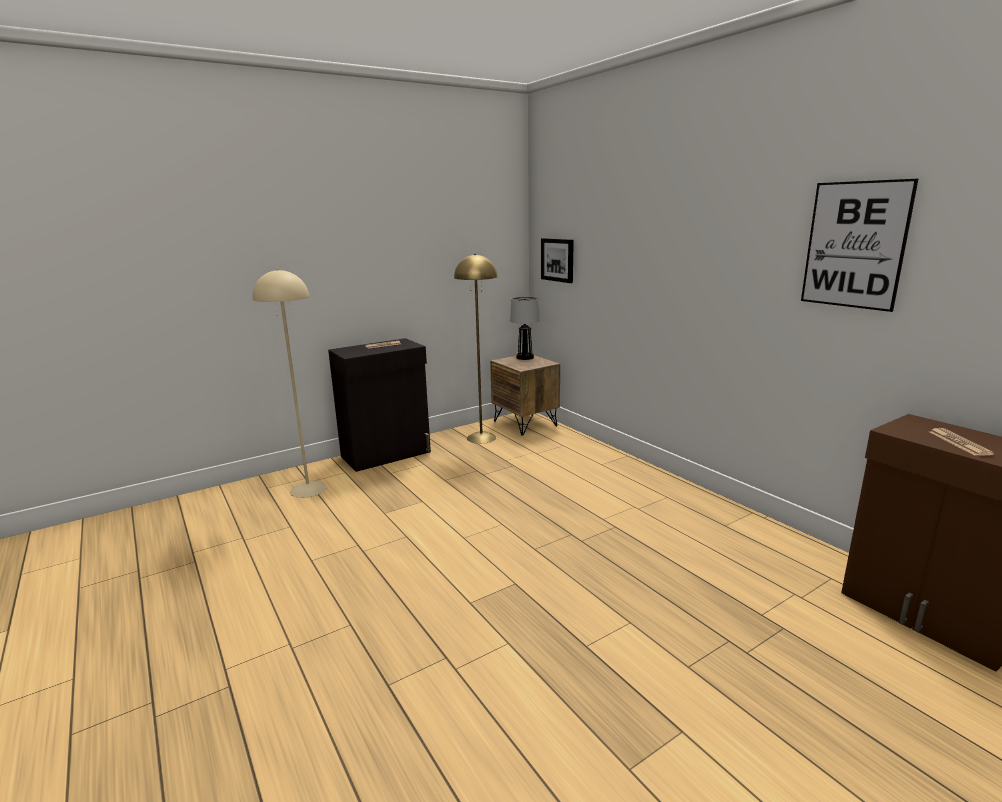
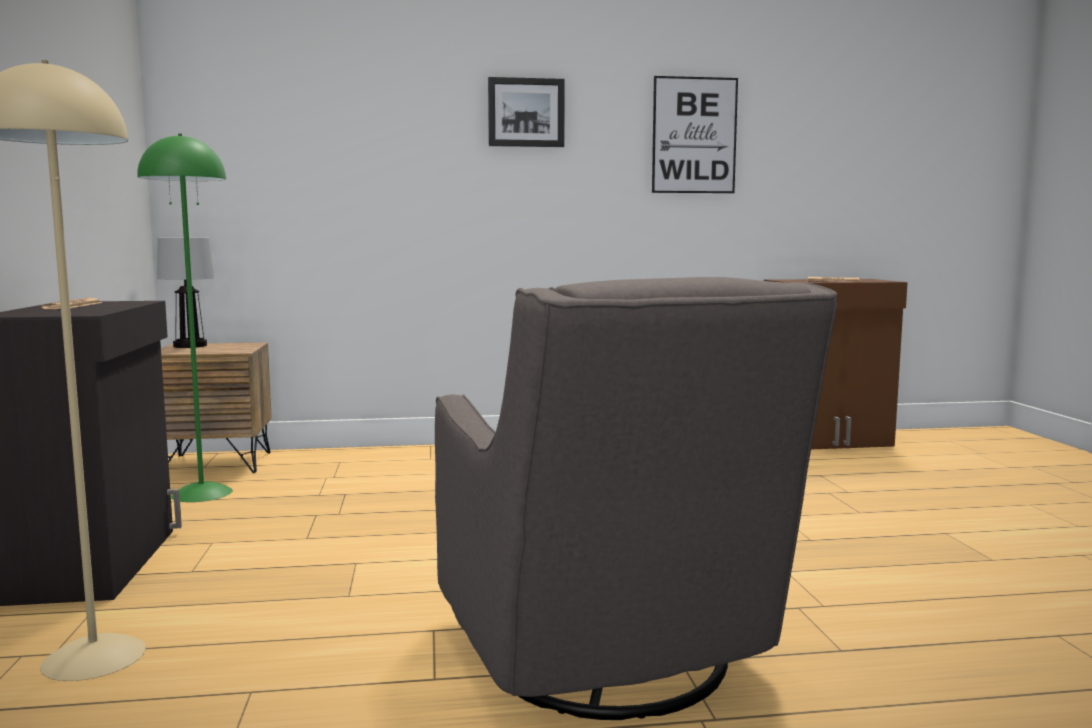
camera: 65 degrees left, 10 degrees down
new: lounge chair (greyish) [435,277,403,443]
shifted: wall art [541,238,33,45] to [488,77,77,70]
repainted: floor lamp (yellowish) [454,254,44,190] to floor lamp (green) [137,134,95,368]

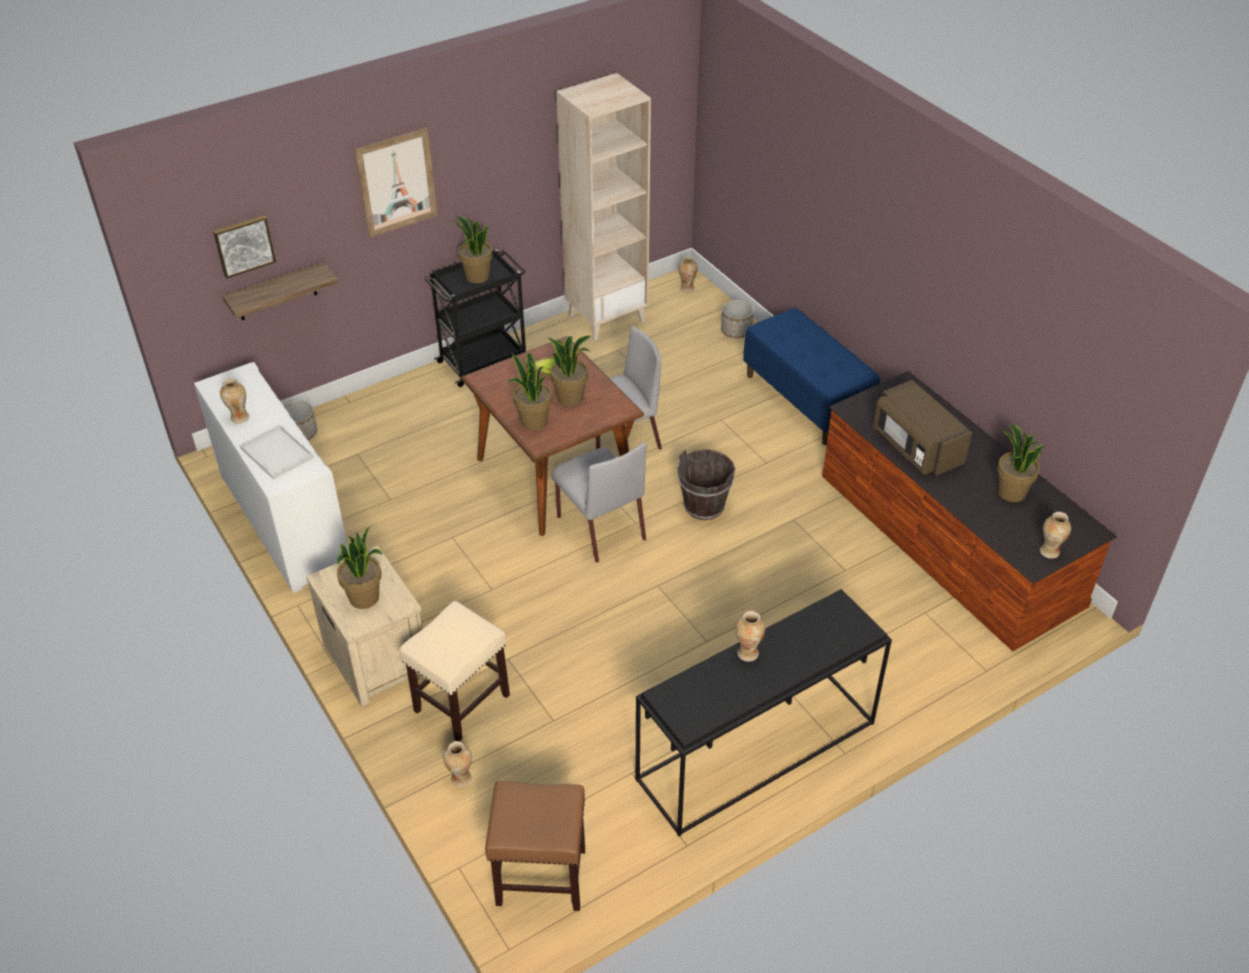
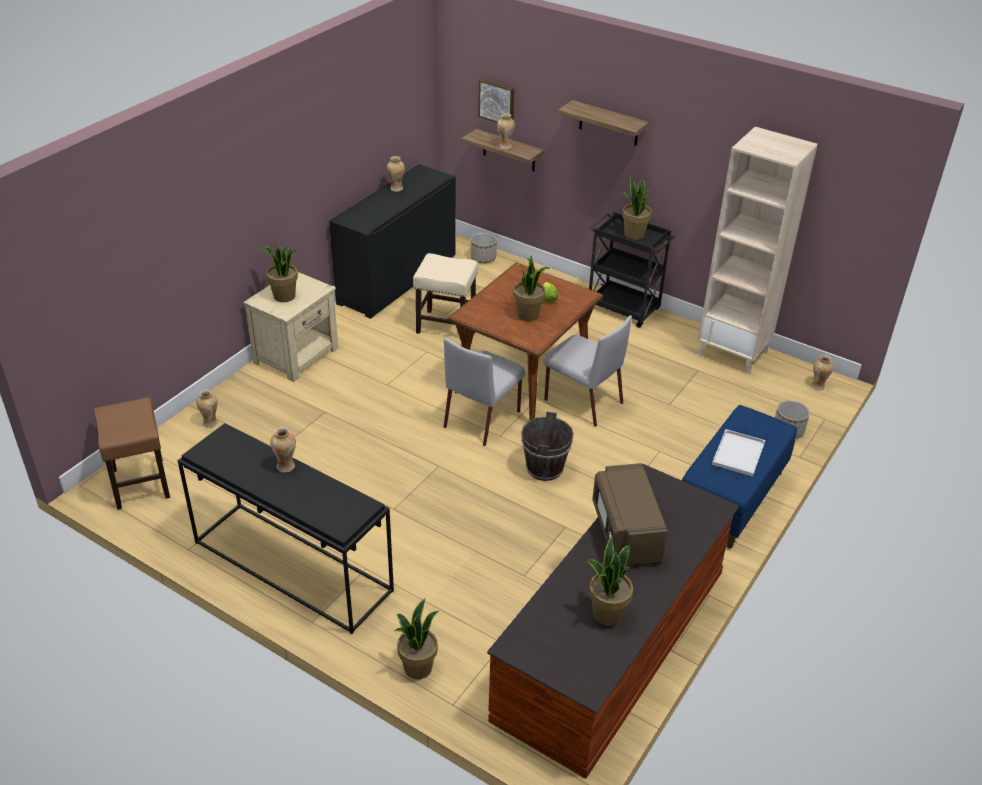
camera: 65 degrees right, 5 degrees down
shifted: houseplant [508,353,44,77] to [394,598,45,81]; tray (white) [240,425,74,55] to [712,429,53,48]; decorative vase [1040,512,31,47] to [497,113,18,36]; sitting stool (sand-coloured) [400,601,110,140] to [413,253,65,81]
swapped: wall art [355,128,83,110] to wall shelf [558,100,91,46]
repainted: cupboard (white) [194,362,155,231] to cupboard (black-coloured) [329,164,127,155]
rotated: microwave oven (brown) [873,380,99,97] = [592,463,76,103] 45 degrees counterclockwise

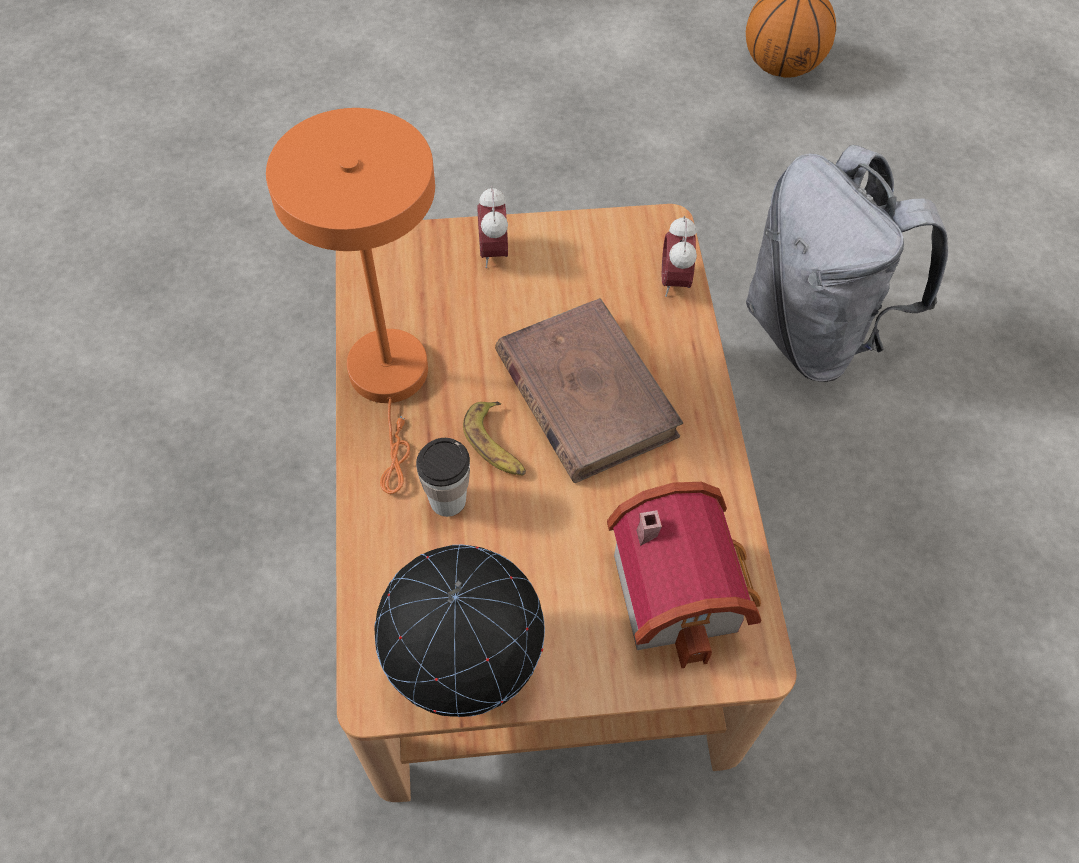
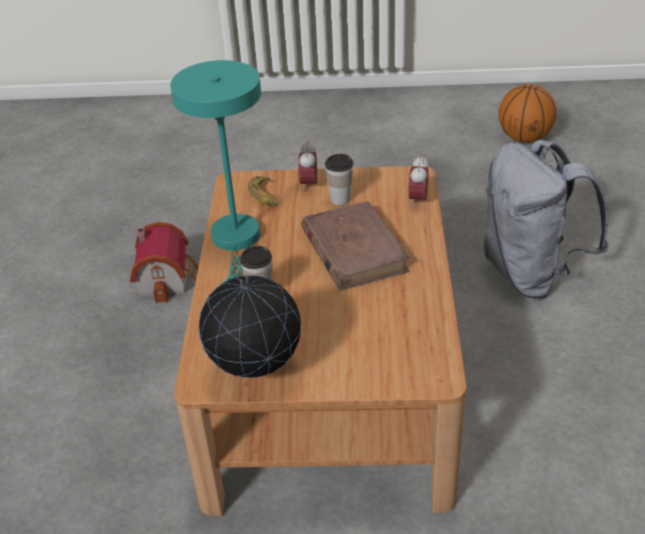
camera: 10 degrees right, 20 degrees down
new: small cup [325,154,28,51]
shifted: whole banana [463,401,63,74] to [248,176,30,30]; model house [607,482,155,186] to [130,222,69,82]
repainted: tabletop lamp (orangey) [266,108,169,386] to tabletop lamp (blue-green) [170,60,91,224]

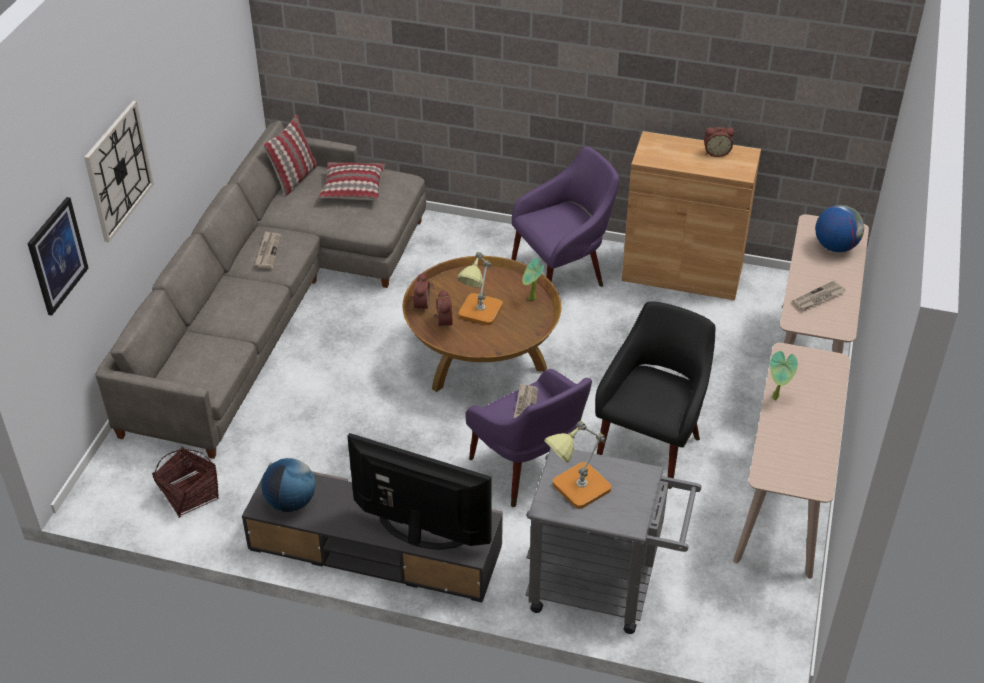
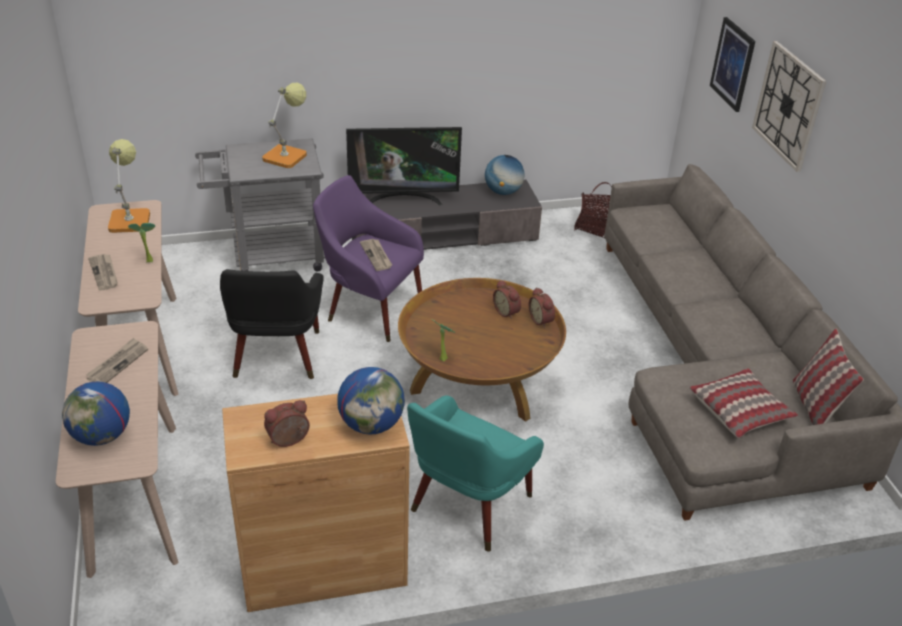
camera: 150 degrees right, 5 degrees down
new: world globe [337,367,68,68]
shifted: printed paper [255,231,26,38] to [88,254,30,37]; tabletop lamp [458,252,45,73] to [108,139,42,94]
repainted: lounge chair (purple-coloured) [511,146,108,141] to lounge chair (blue-green) [407,395,137,157]

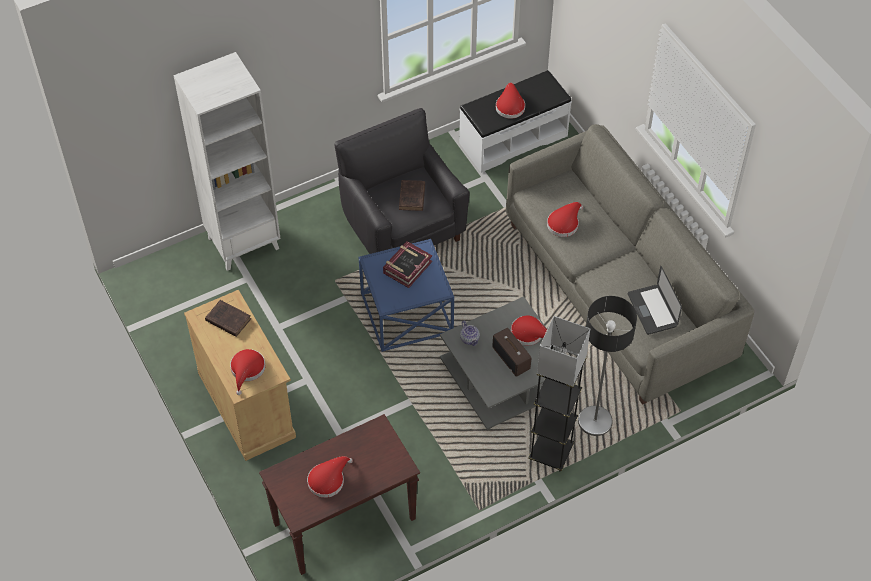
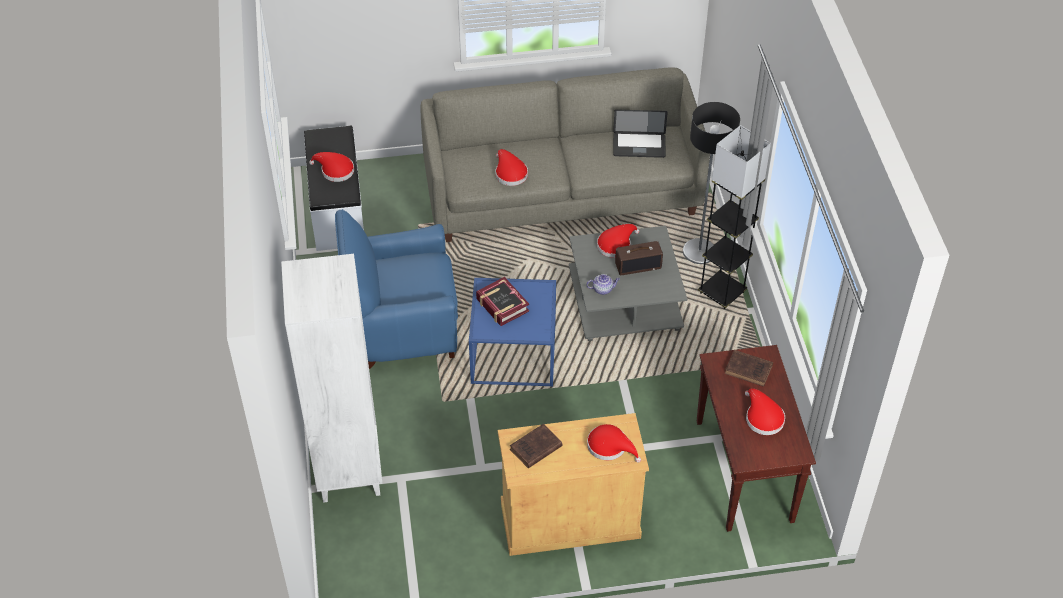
camera: 70 degrees left, 5 degrees down
shifted: book (brown) [399,180,26,31] to [725,350,48,37]
repainted: lounge chair (black-coloured) [335,108,135,146] to lounge chair (blue) [335,209,123,160]

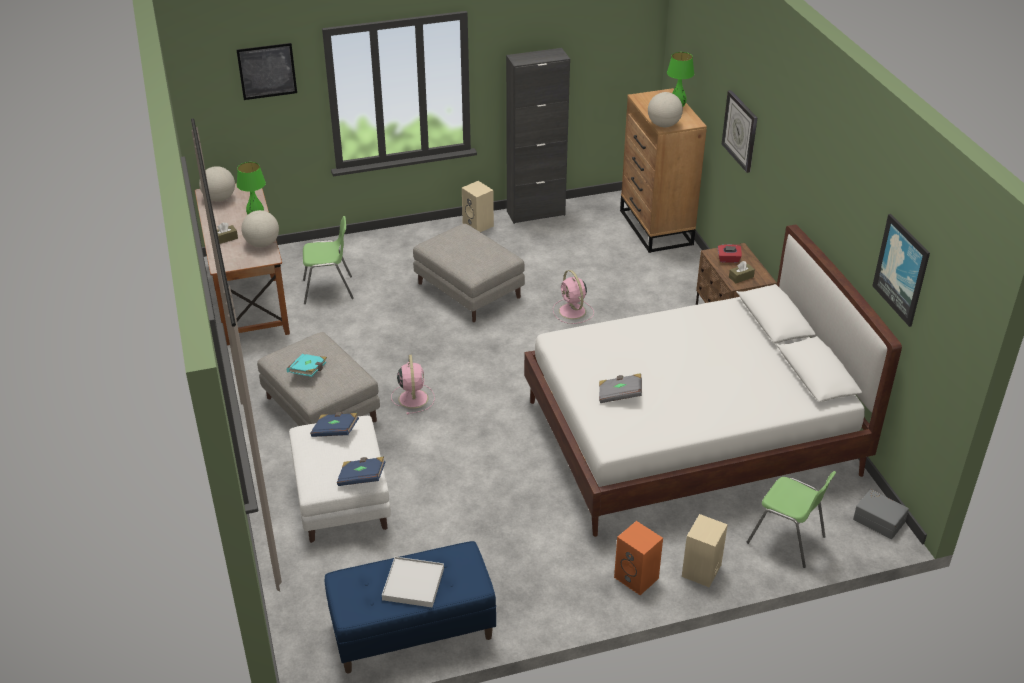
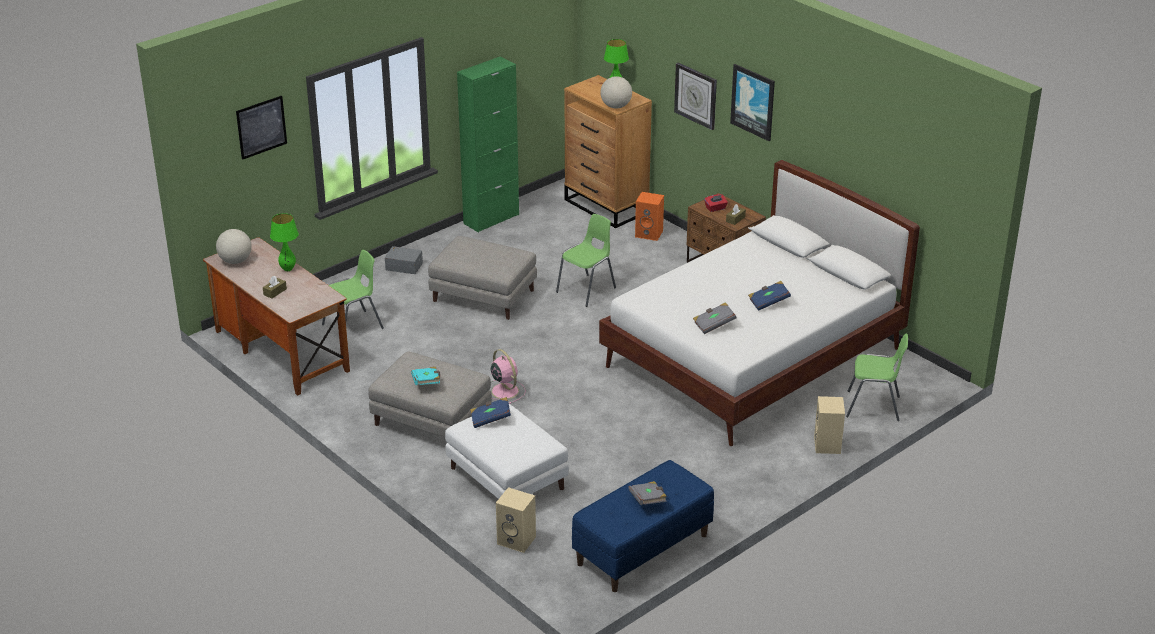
camera: 25 degrees left, 5 degrees down
gone: world globe [241,210,38,37]
shifted: loudspeaker (sand-coloured) [462,181,32,51] to [496,487,40,66]; wall art [872,214,58,113] to [730,64,45,77]; book (blue) [337,457,48,29] to [748,281,43,30]; storage bin (greyish) [853,489,56,50] to [385,246,38,28]; loudspeaker (orangey) [614,521,49,74] to [635,192,29,49]
swapped: electric fan (pink) [553,270,41,54] to plain chair (green) [556,214,60,93]; tray (white) [382,557,62,50] to book (greyish) [628,481,39,24]
repainted: cupboard (black-coloured) [506,48,64,176] to cupboard (green) [457,57,62,176]

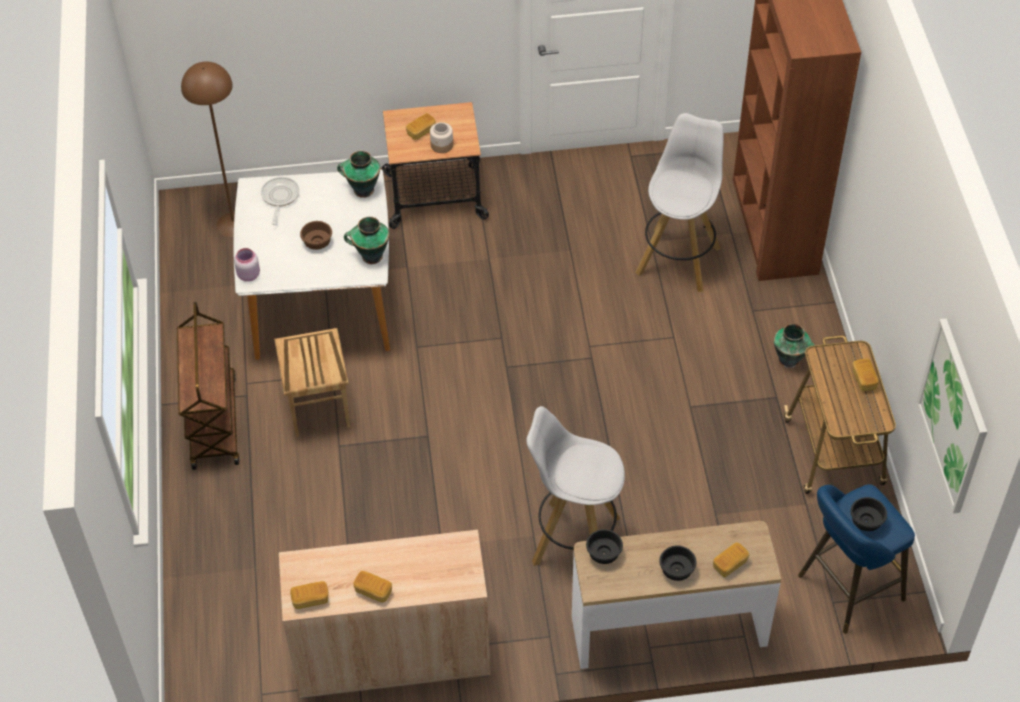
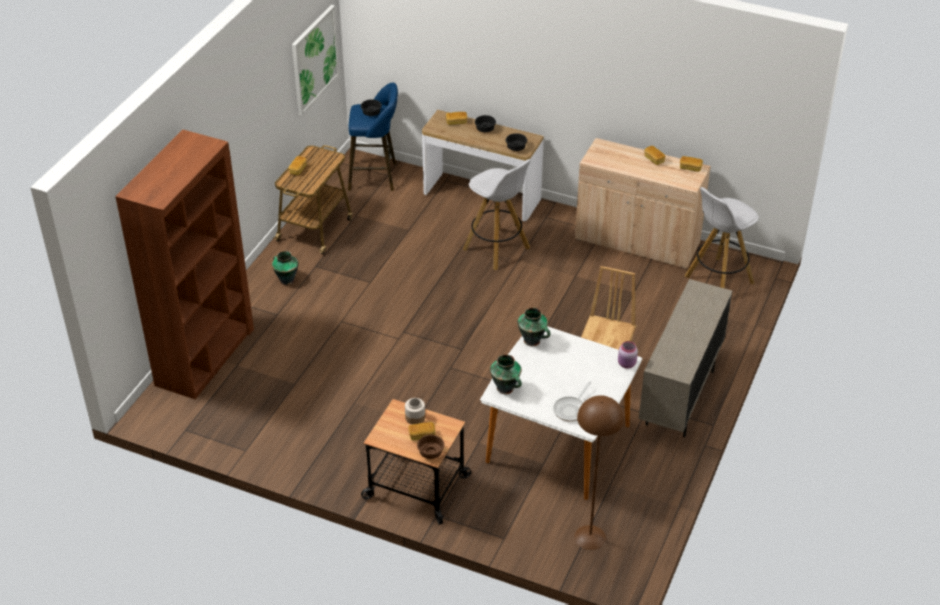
camera: 150 degrees left, 10 degrees down
shifted: sitting stool (white) [635,113,89,179] to [685,187,74,101]; bowl (brown) [300,221,32,29] to [417,435,27,24]
swapped: cart (brown) [177,302,63,168] to cupboard (sand-coloured) [639,279,93,158]

